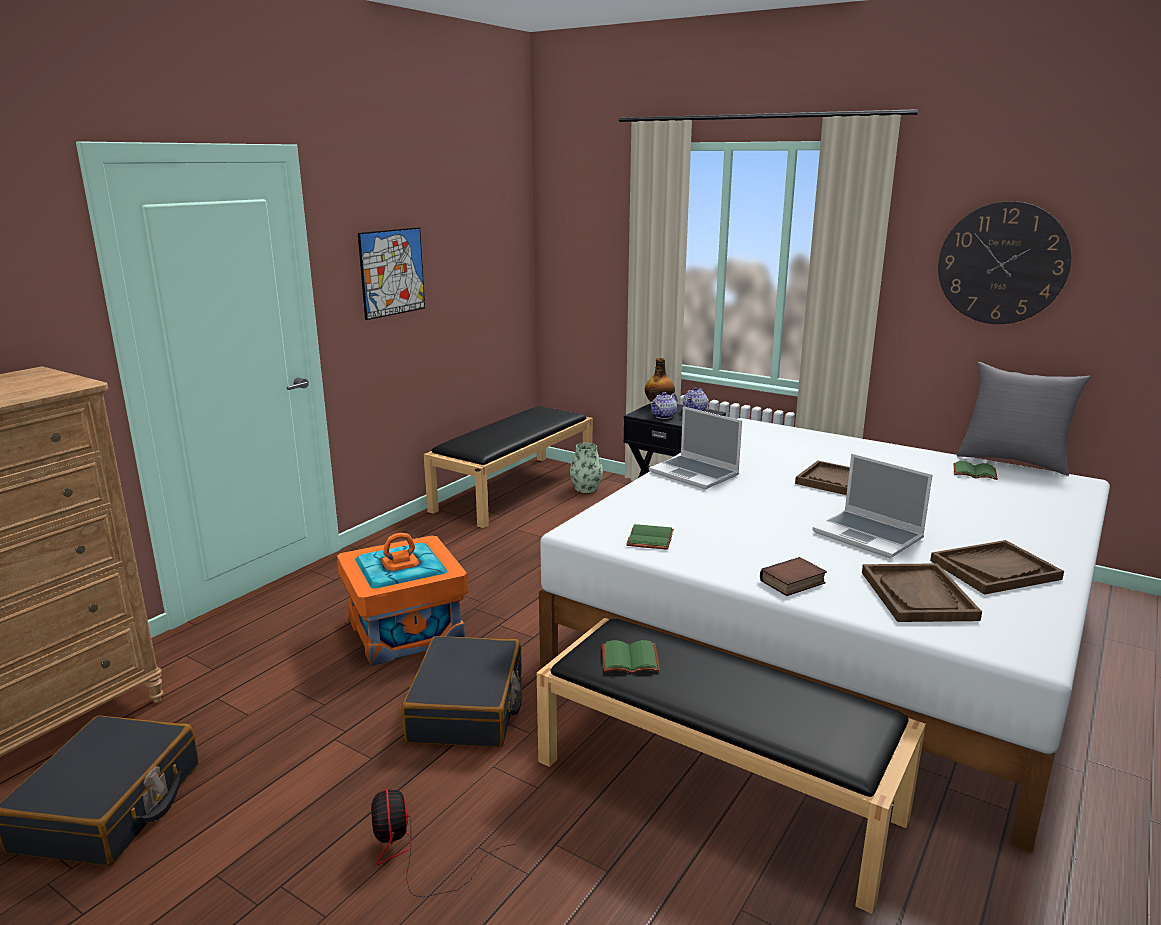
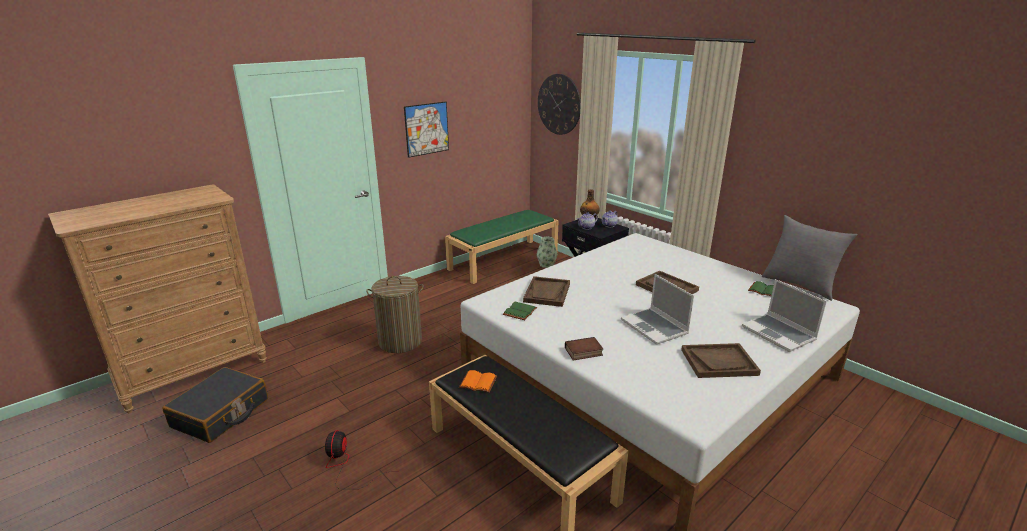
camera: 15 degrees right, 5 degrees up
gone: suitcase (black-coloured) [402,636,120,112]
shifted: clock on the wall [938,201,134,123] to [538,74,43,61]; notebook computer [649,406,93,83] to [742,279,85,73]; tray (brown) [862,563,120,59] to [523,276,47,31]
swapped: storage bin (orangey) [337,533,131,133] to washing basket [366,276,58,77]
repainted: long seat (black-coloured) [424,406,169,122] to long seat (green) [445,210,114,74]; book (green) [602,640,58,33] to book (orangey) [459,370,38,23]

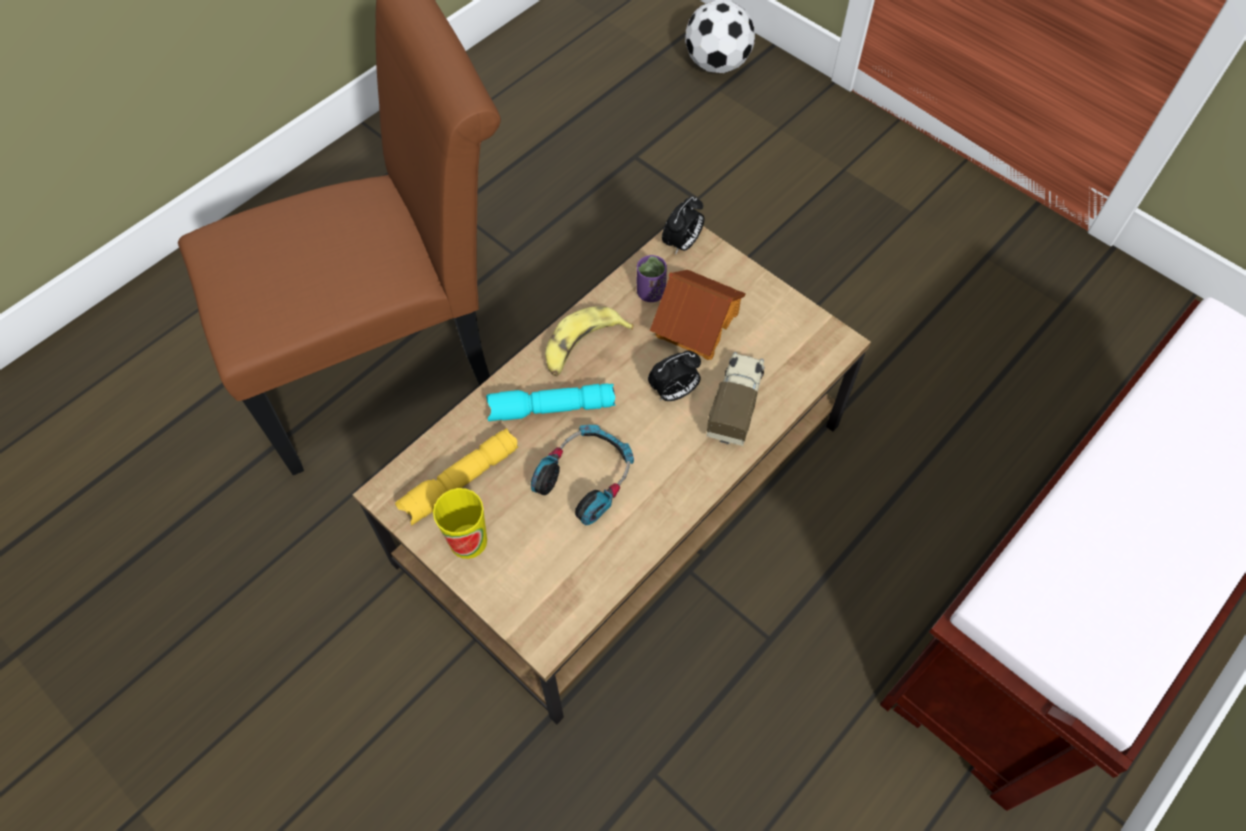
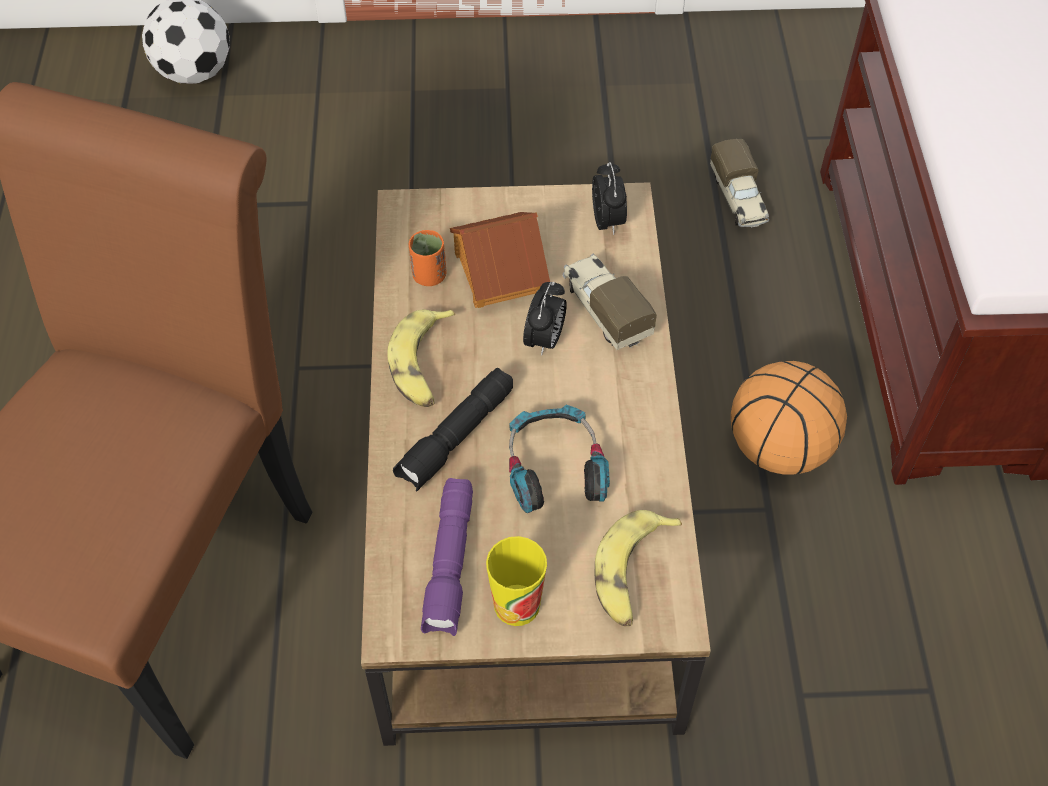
camera: 45 degrees left, 5 degrees down
new: model truck [710,139,59,89]; basketball ball [731,361,116,114]; whole banana [595,510,87,116]
shifted: table clock [662,197,42,58] to [592,162,35,73]
repainted: small cup (purple-coloured) [637,255,30,47] to small cup (orangey) [409,230,37,56]; hand torch (blue-green) [486,383,129,38] to hand torch (black-coloured) [393,368,120,123]; hand torch (yellowish) [395,428,123,98] to hand torch (purple-coloured) [421,478,52,158]

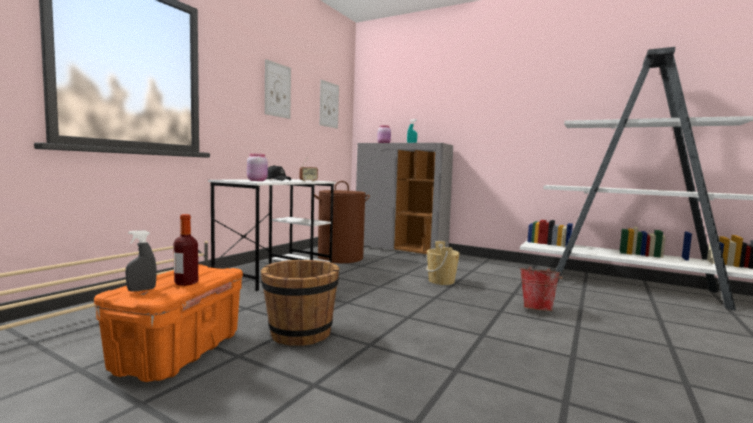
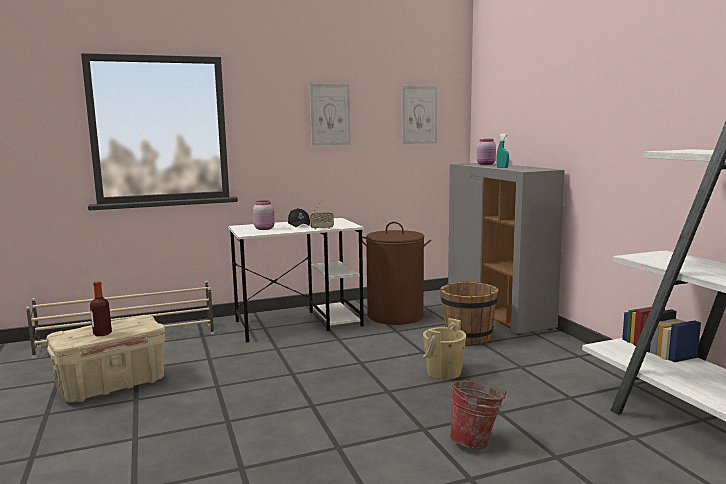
camera: 40 degrees right, 5 degrees up
gone: sprayer (greyish) [125,230,32,62]
shifted: water bucket (brown) [260,260,80,86] to [440,282,58,62]
repainted: storage bin (orangey) [94,264,149,118] to storage bin (sand-coloured) [47,315,118,87]

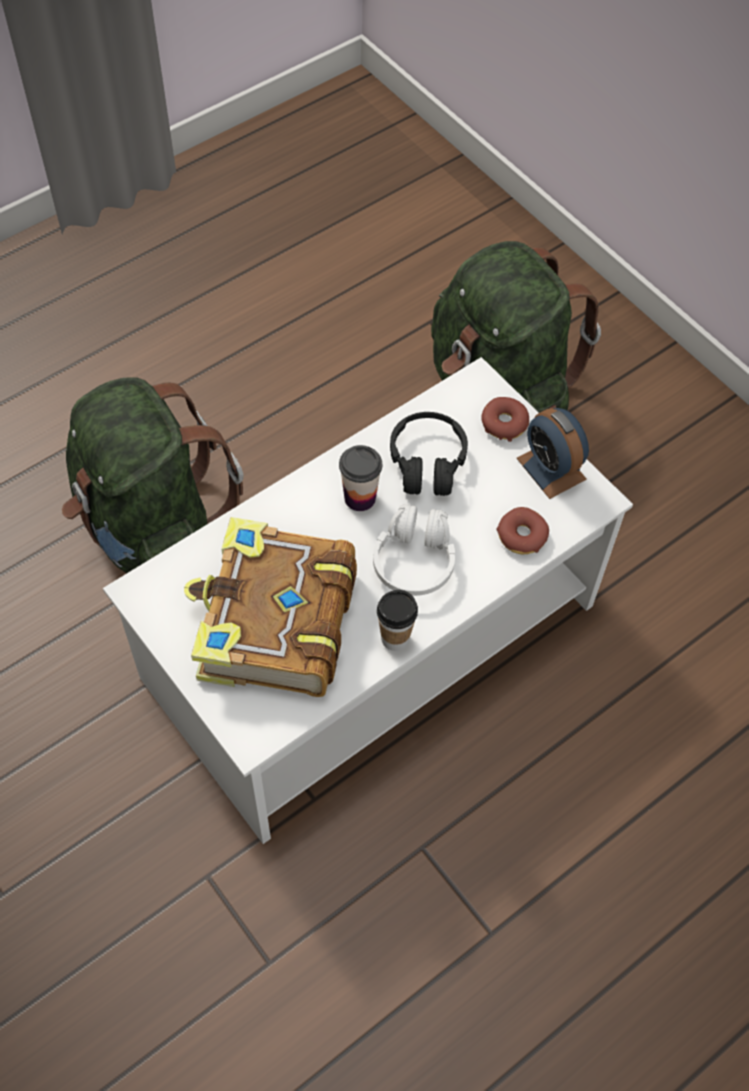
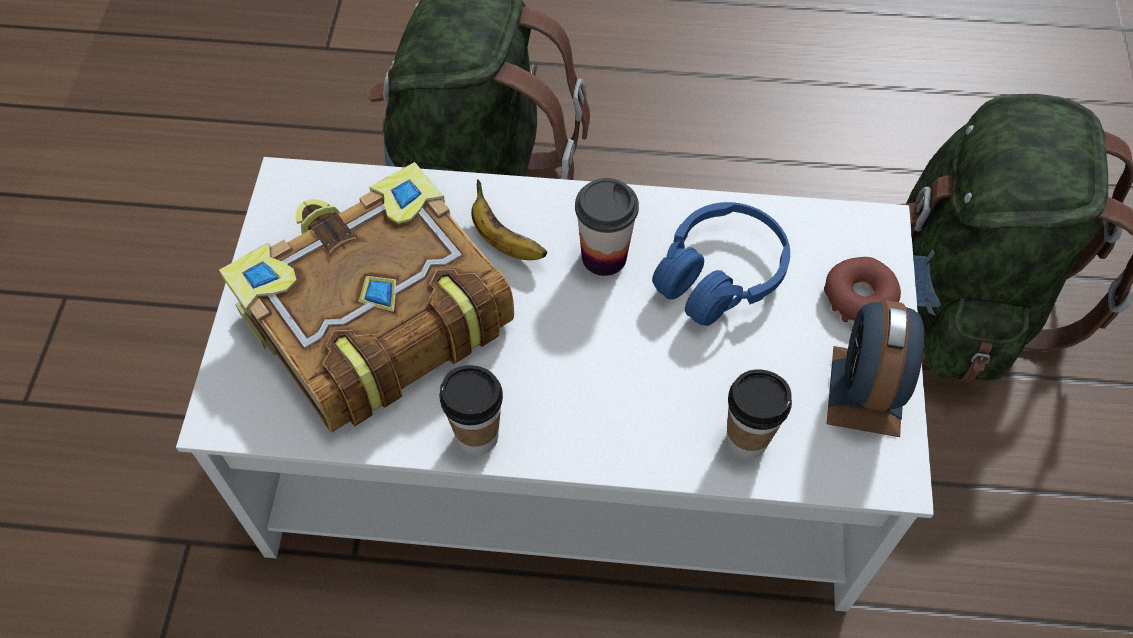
camera: 45 degrees right, 0 degrees up
gone: headphones (white) [373,504,82,92]
new: whole banana [471,179,76,81]
swapped: ring doughnut [497,507,52,47] to small cup [726,369,66,90]
repainted: headphones (black-coloured) [390,412,78,84] to headphones (blue) [652,202,138,124]

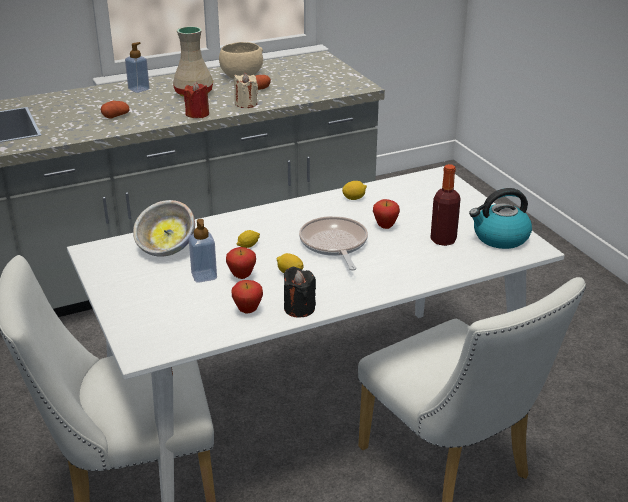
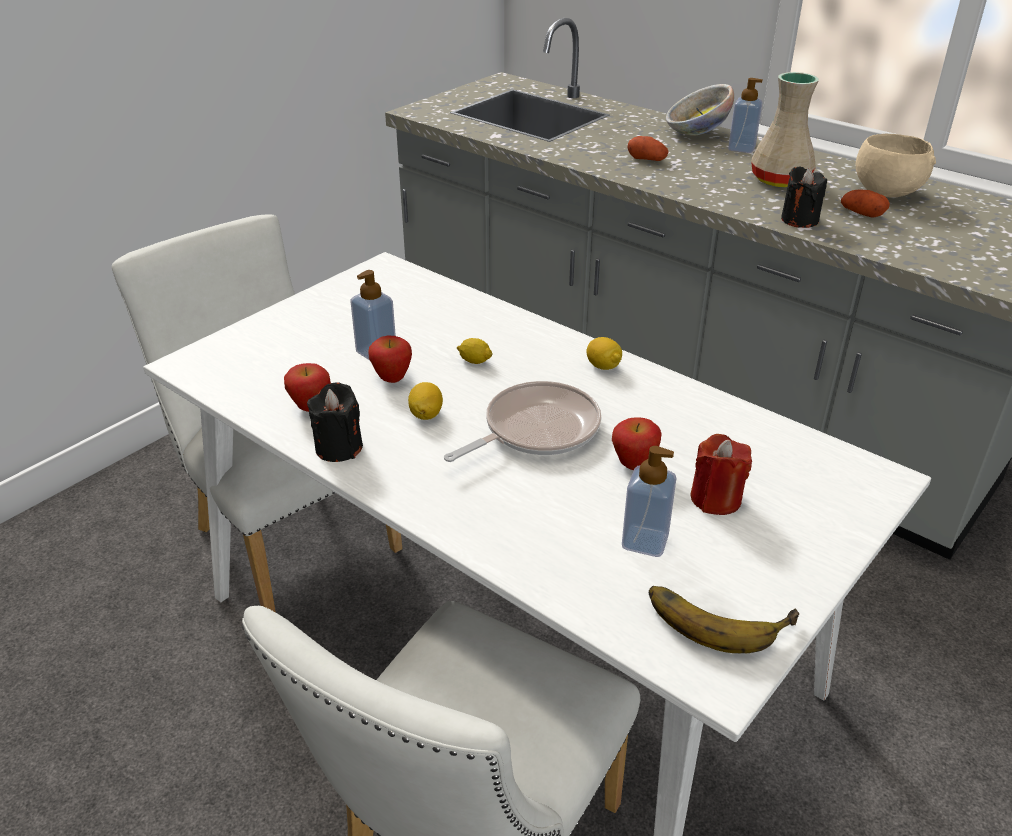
camera: 65 degrees right, 5 degrees up
shifted: wax light (red-coloured) [184,82,25,36] to [691,434,61,81]; citrus fruit [342,181,25,19] to [586,337,36,33]; bowl [133,200,62,57] to [666,84,68,52]
swapped: bottle [430,164,31,82] to soap bottle [622,446,54,111]; tea kettle [469,188,63,61] to whole banana [649,586,150,67]
repainted: wax light (sand-coloured) [234,73,24,35] to wax light (black-coloured) [781,166,46,62]

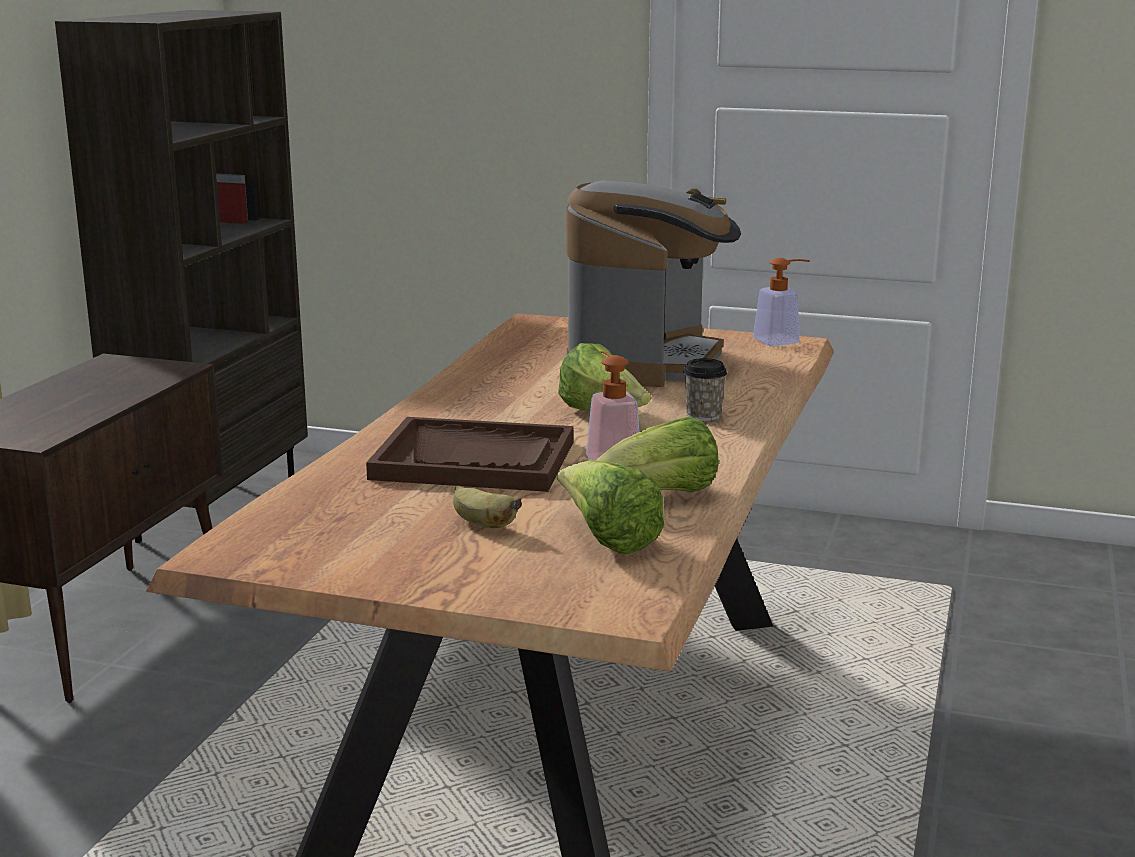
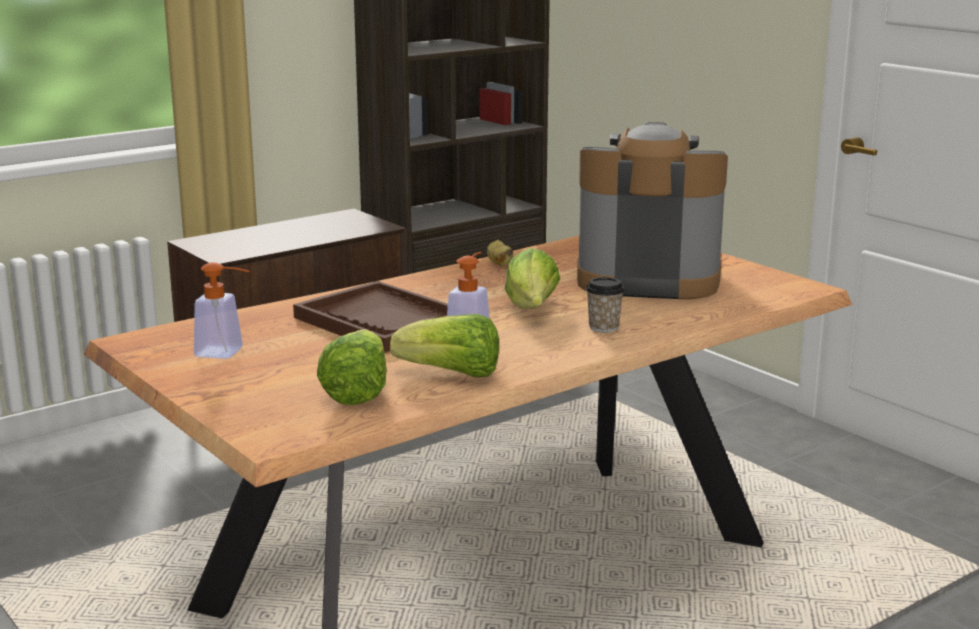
camera: 35 degrees right, 0 degrees up
shifted: soap bottle [753,258,57,89] to [194,262,55,97]; whole banana [453,485,69,43] to [487,240,26,26]
rotated: coffee machine [566,181,175,206] = [577,122,151,177] 135 degrees counterclockwise

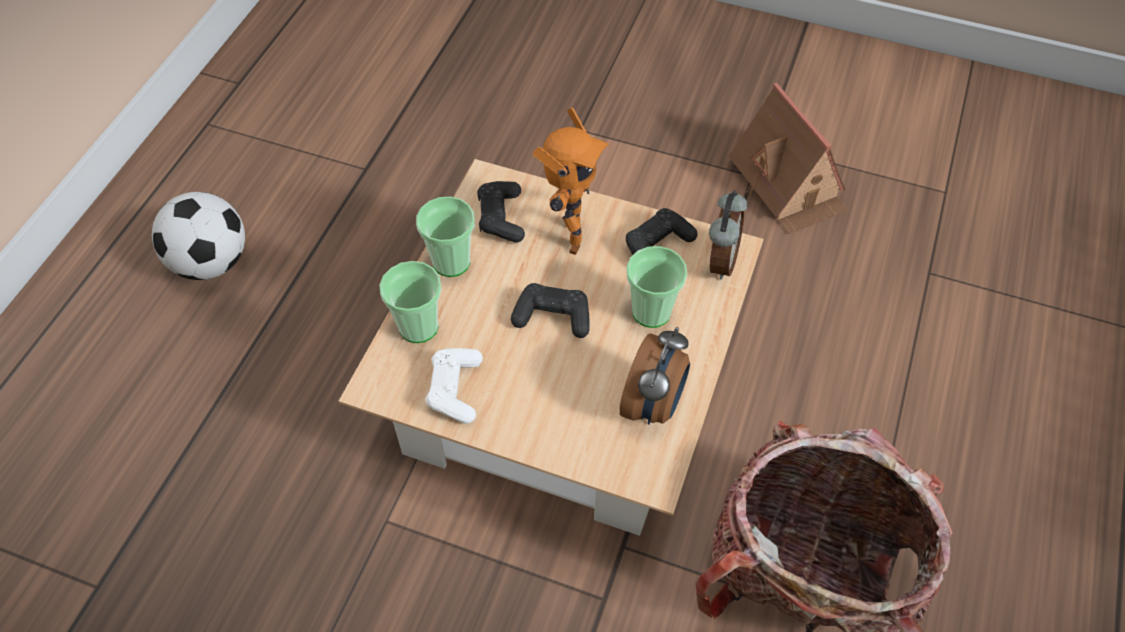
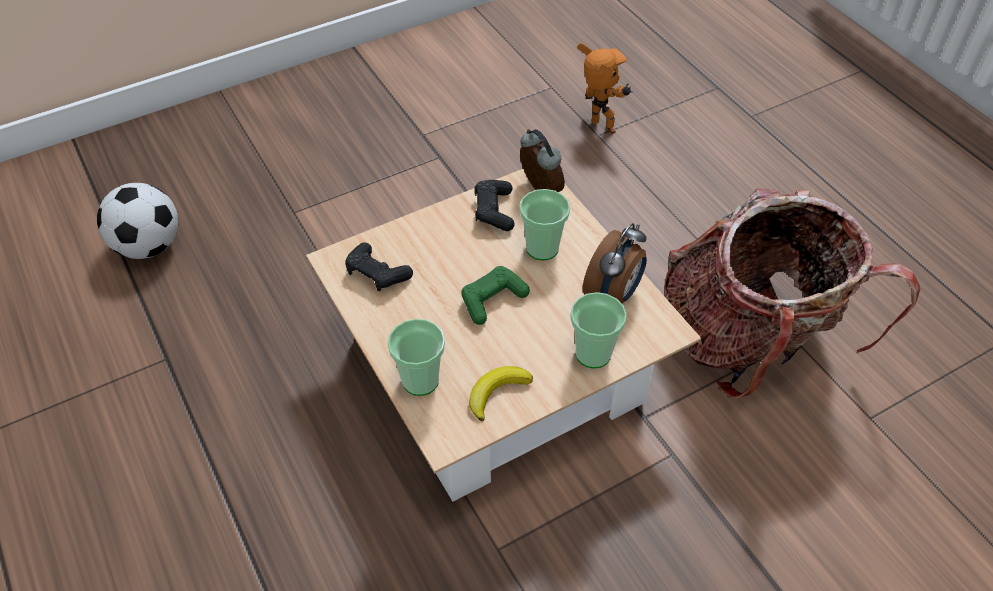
camera: 50 degrees left, 5 degrees down
gone: model house [728,83,121,151]
shifted: toy robot [533,108,76,147] to [577,43,56,91]; ball for football [152,192,93,88] to [97,183,81,76]; small cup [416,197,59,80] to [570,292,57,76]
swapped: gamepad (white) [425,348,58,76] to whole banana [469,366,64,56]
repainted: gamepad (black-coloured) [511,283,79,55] to gamepad (green) [461,266,69,59]
rotated: table clock [619,327,71,98] = [583,223,64,80] 60 degrees clockwise

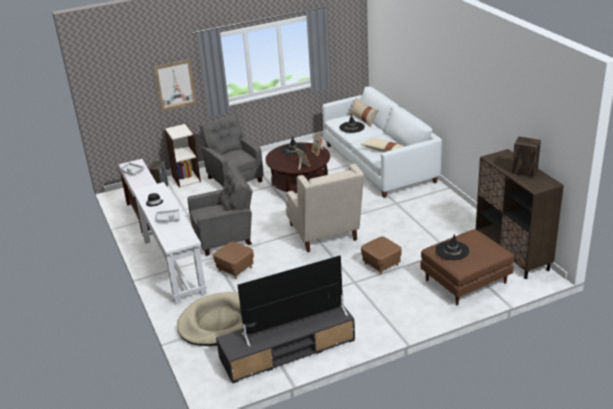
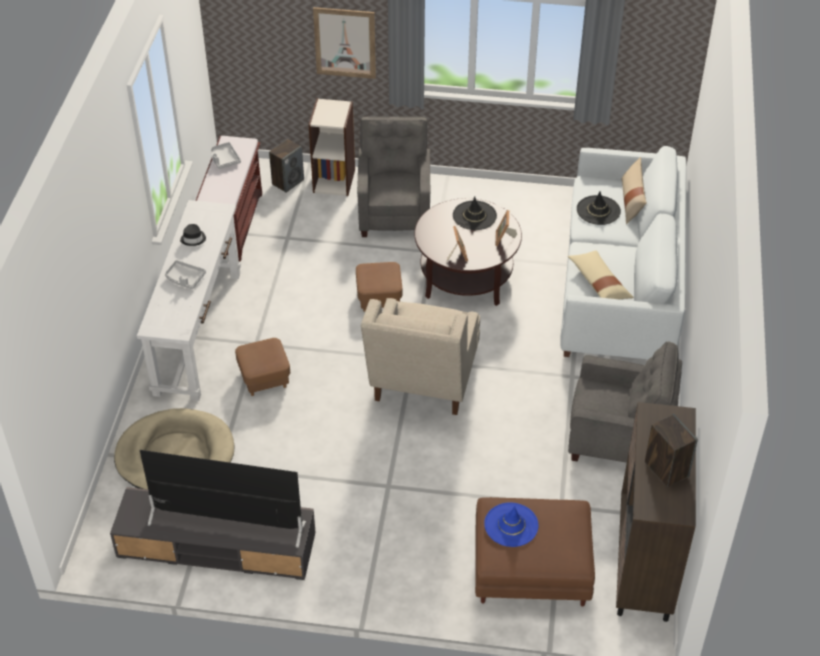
camera: 30 degrees right, 15 degrees up
shifted: lounge chair (greyish) [188,166,65,90] to [568,341,114,122]; ottoman (brown) [361,237,41,38] to [356,262,46,50]
repainted: clothing hat (black-coloured) [436,234,34,26] to clothing hat (blue) [484,502,55,45]

